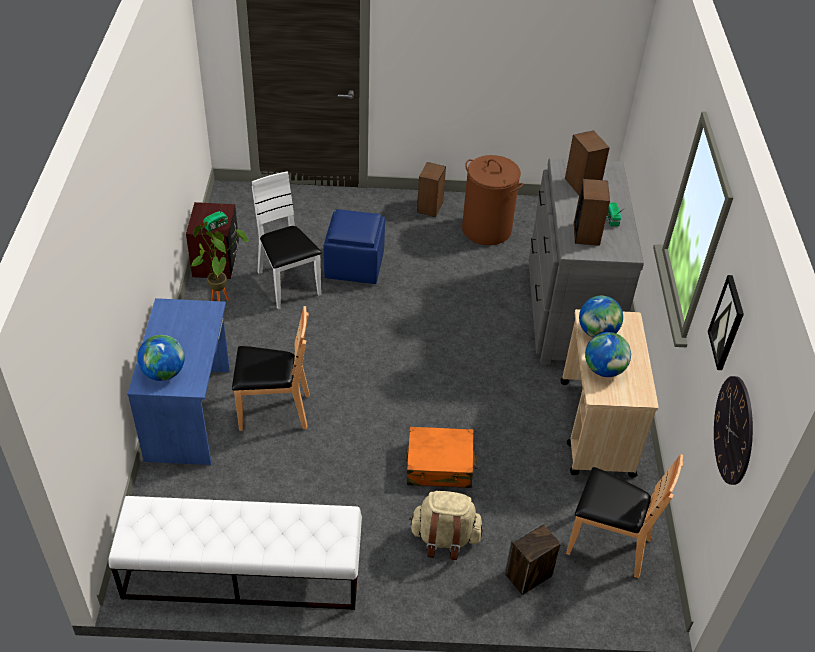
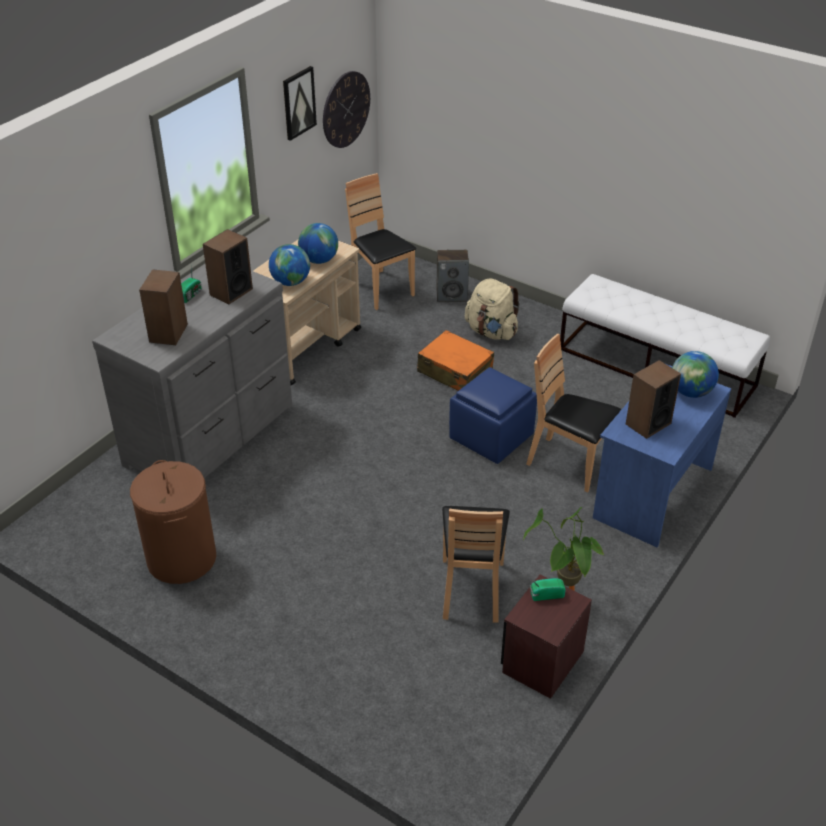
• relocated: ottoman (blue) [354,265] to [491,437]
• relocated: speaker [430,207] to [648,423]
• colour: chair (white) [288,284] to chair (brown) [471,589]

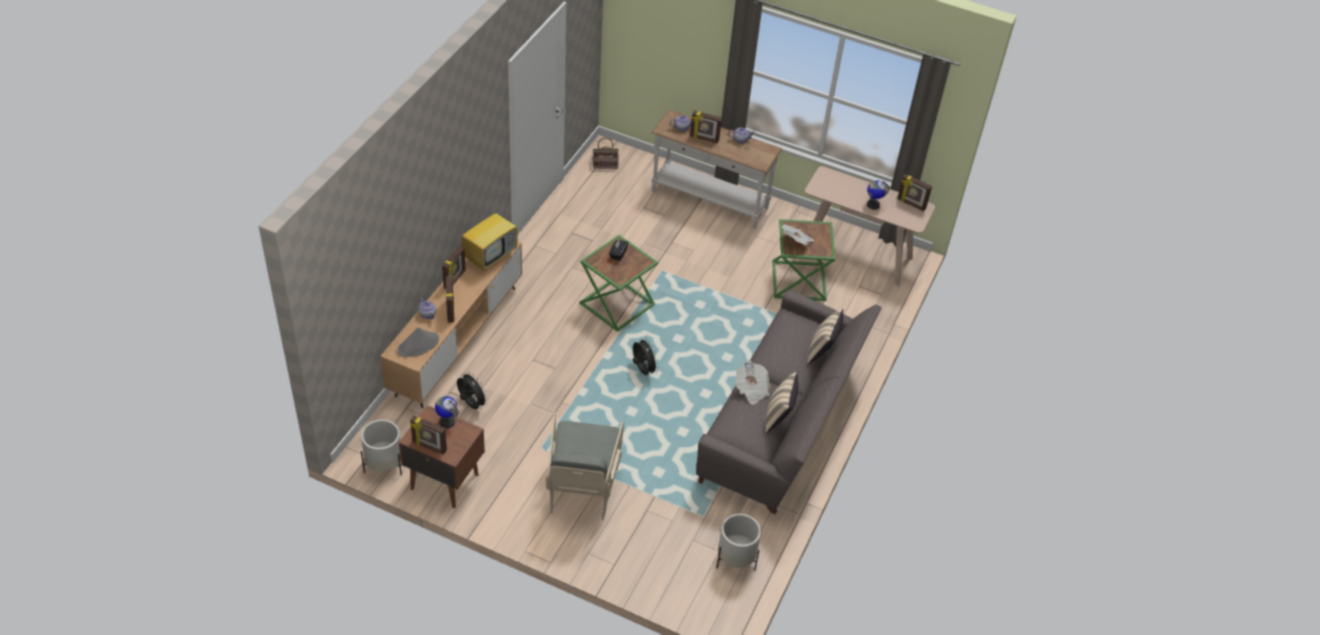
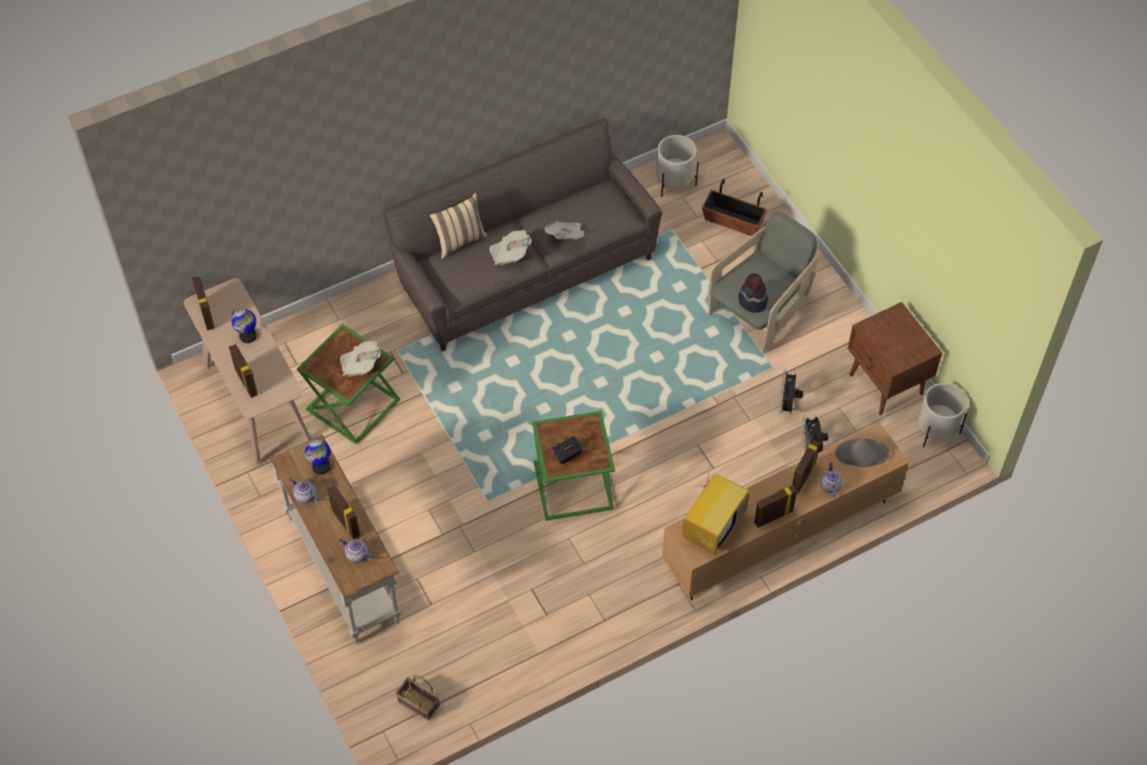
• missing: pillow (beige) [779,417]
• appeared: newspaper [509,254]
• appeared: planter [733,222]
• appeared: hat [752,301]
• relocated: picture frame [429,447] to [246,382]
• relocated: globe [447,422] to [321,466]
• relocated: fan (black) [642,370] to [786,405]
• spun: television [490,256] = [713,526] 135 degrees clockwise

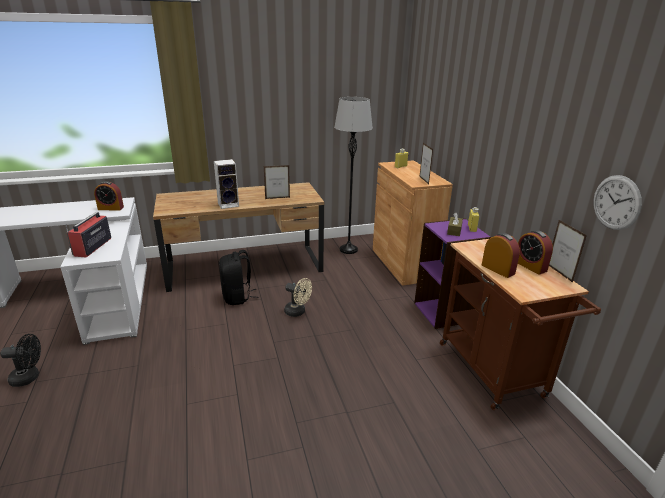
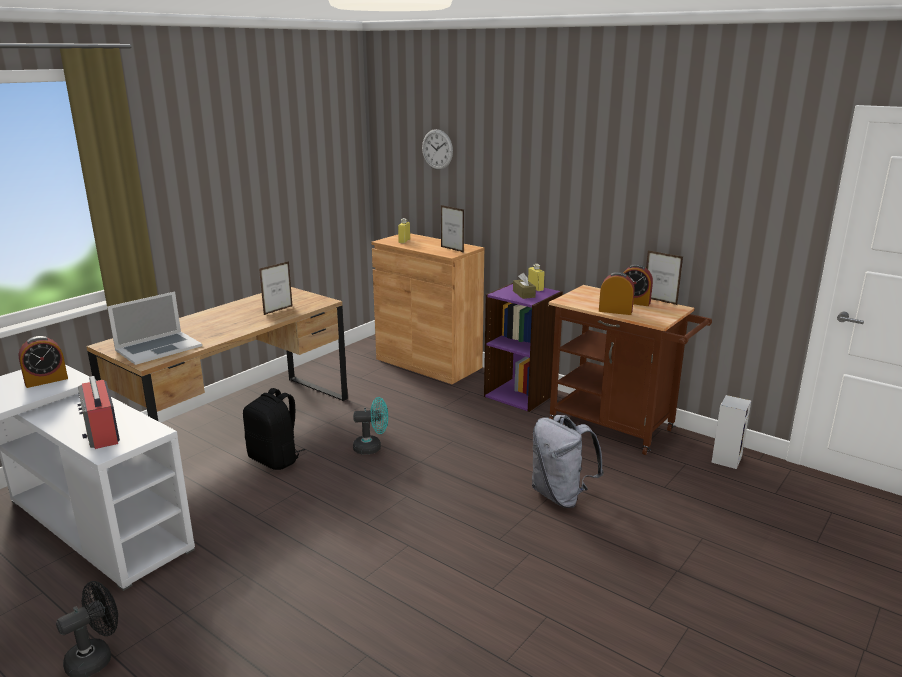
• missing: floor lamp (grey) [348,250]
• appeared: laptop [158,348]
• appeared: backpack (grey) [561,496]
• relocated: speaker [229,204] to [726,459]
• relocated: wall clock [616,202] to [437,149]
• colour: fan (beige) [298,312] to fan (turquoise) [372,447]

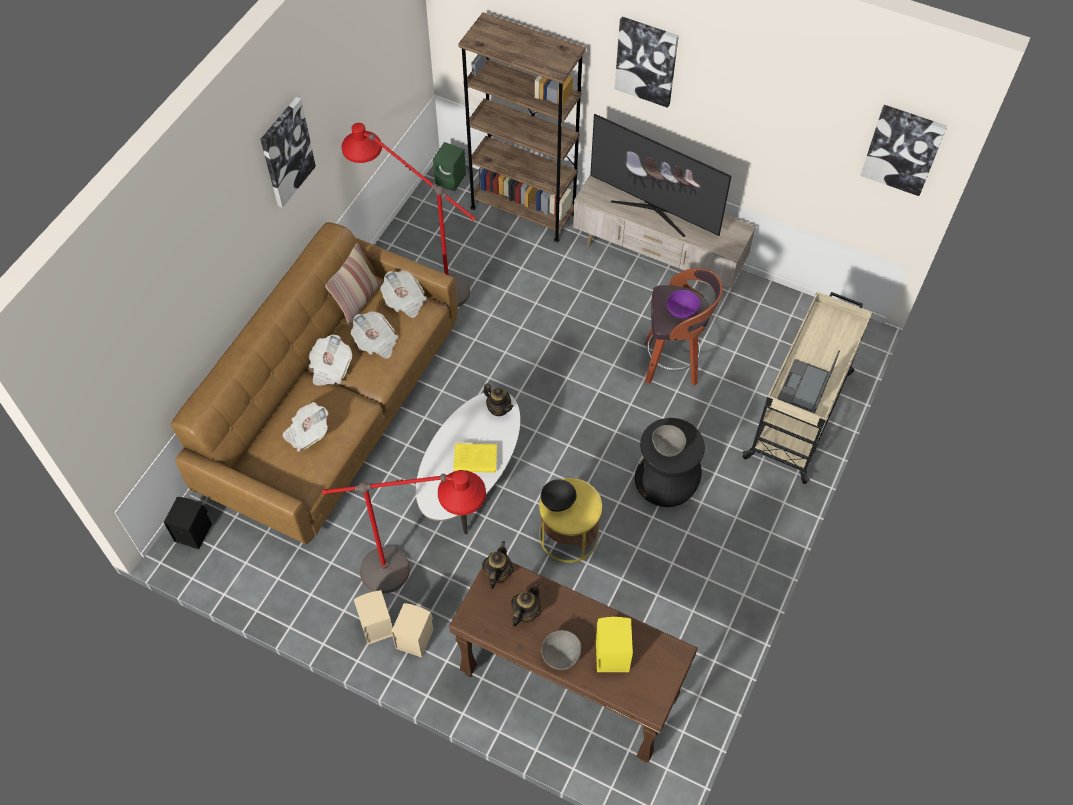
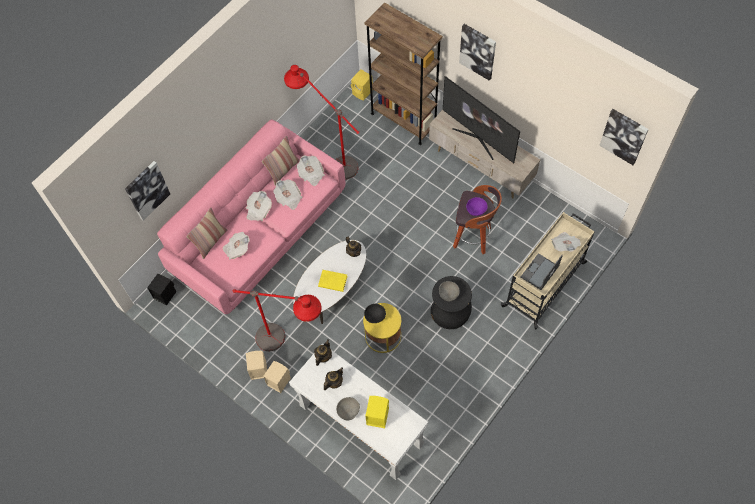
• appeared: pillow [211,241]
• appeared: newspaper [564,245]
• relocated: picture [286,152] to [147,190]
• colour: sofa (brown) [331,410] to sofa (pink) [259,233]
• colour: speaker (green) [451,180] to speaker (yellow) [363,92]
• colour: console table (brown) [567,688] to console table (white) [360,427]

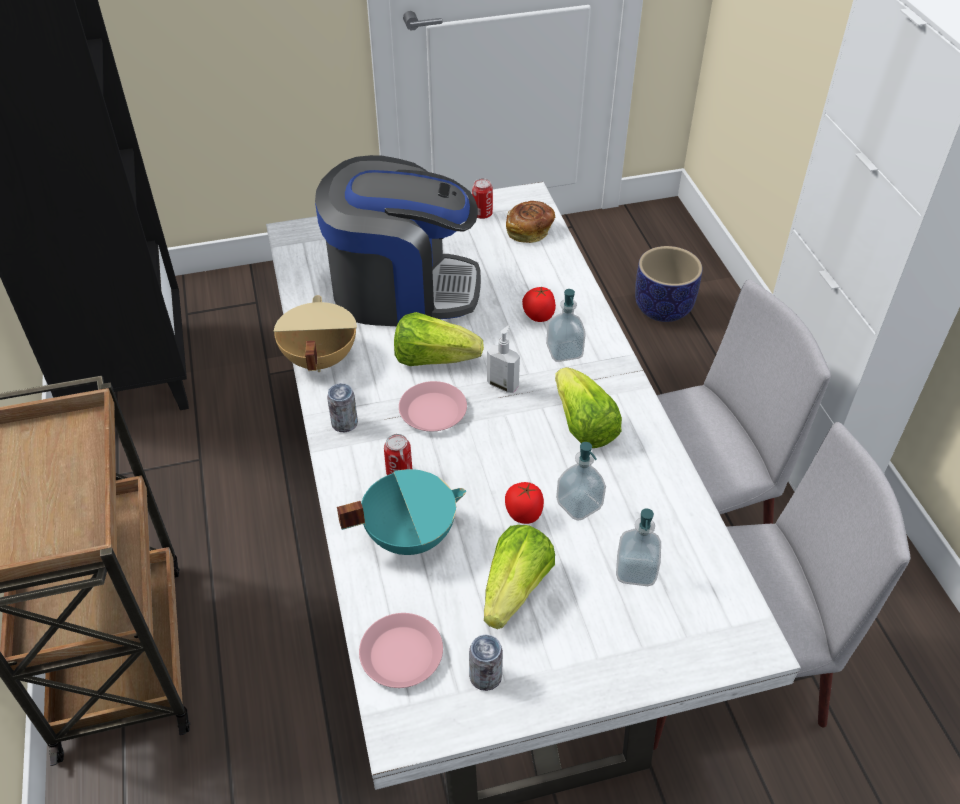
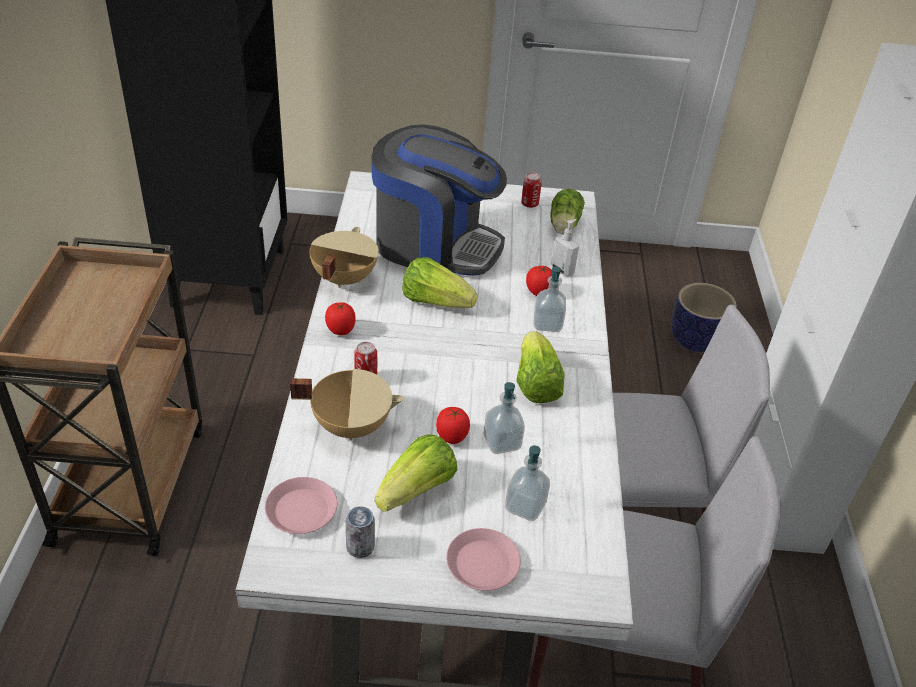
• relocated: plate (pink) [432,412] to [482,564]
• relocated: soap dispenser [503,384] to [562,270]
• exchanged: can [344,423] to tomato [340,330]
• exchanged: bread [529,231] to lettuce [563,226]
• colour: cooking pot (turquoise) [409,534] to cooking pot (beige) [351,425]

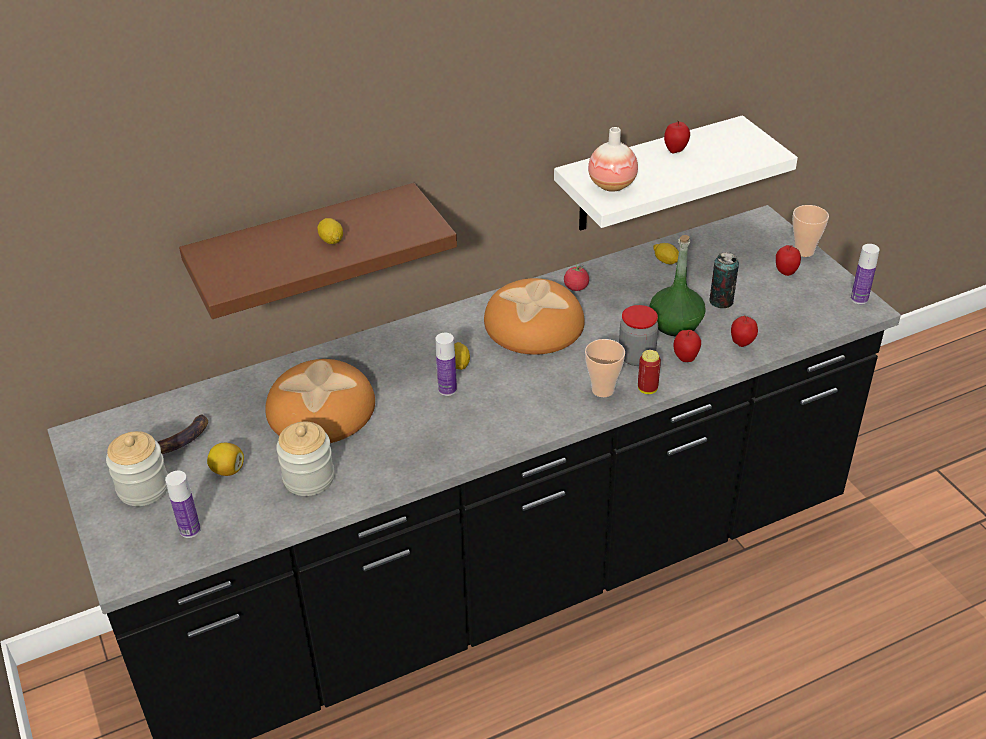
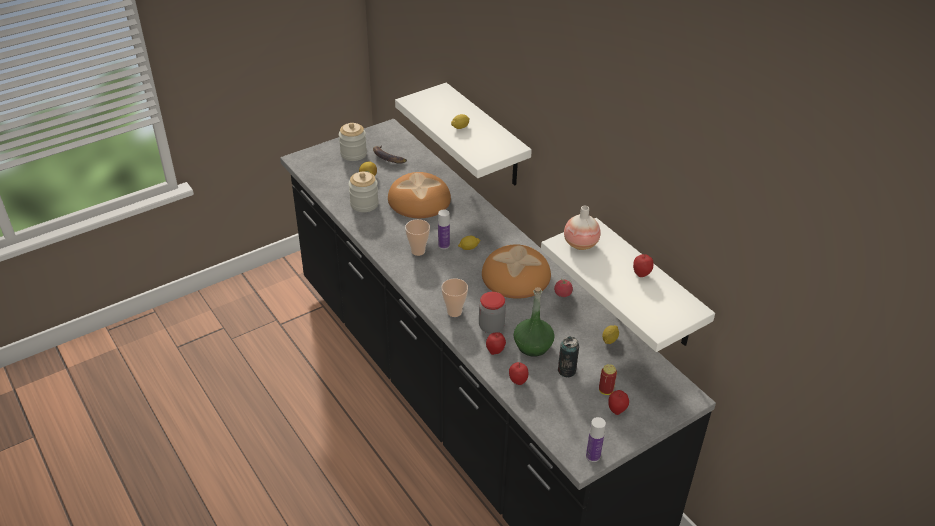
• missing: bottle [190,530]
• relocated: can [647,389] to [606,390]
• relocated: cup [804,251] to [418,251]
• colour: shelf (brown) [305,250] to shelf (white) [486,137]

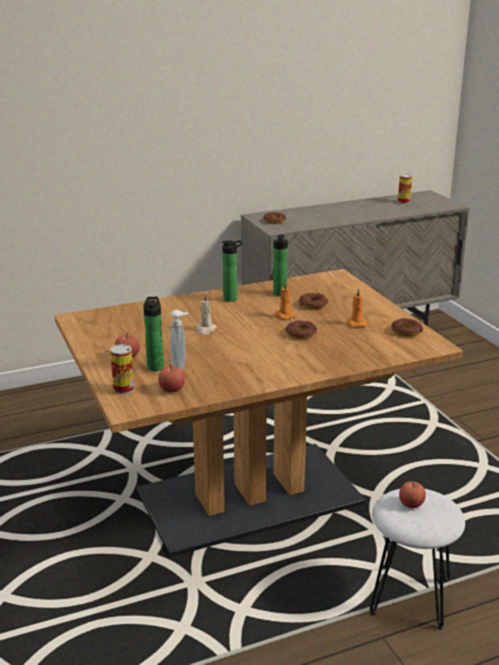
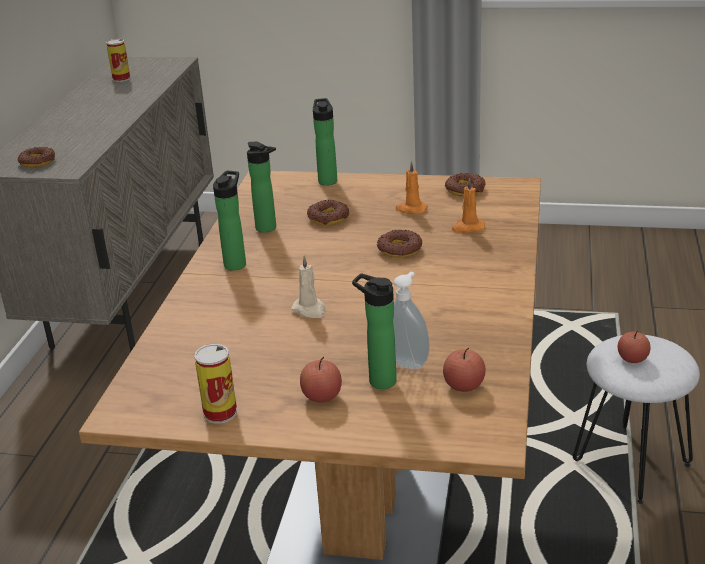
• appeared: bottle [327,180]
• relocated: can [123,389] to [220,413]
• relocated: candle (orange) [283,316] to [467,228]

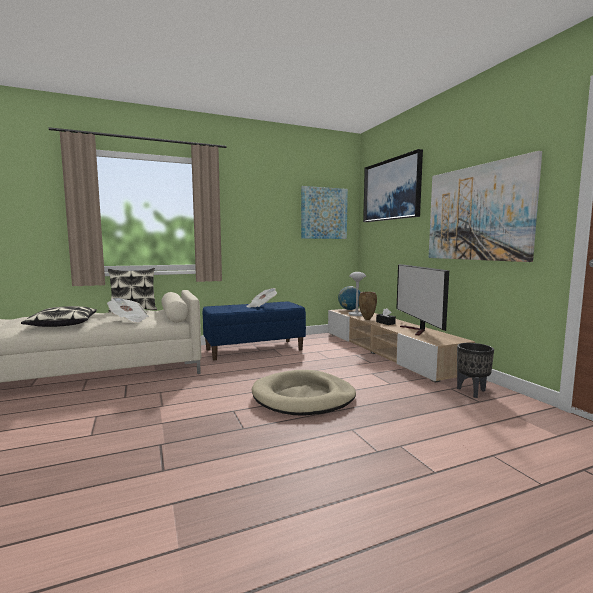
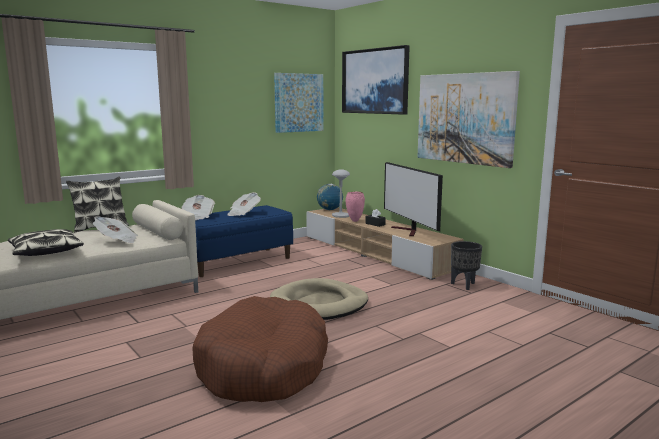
• appeared: newspaper [197,217]
• appeared: dog bed (brown) [263,366]
• colour: vase (brown) [367,319] to vase (pink) [354,221]

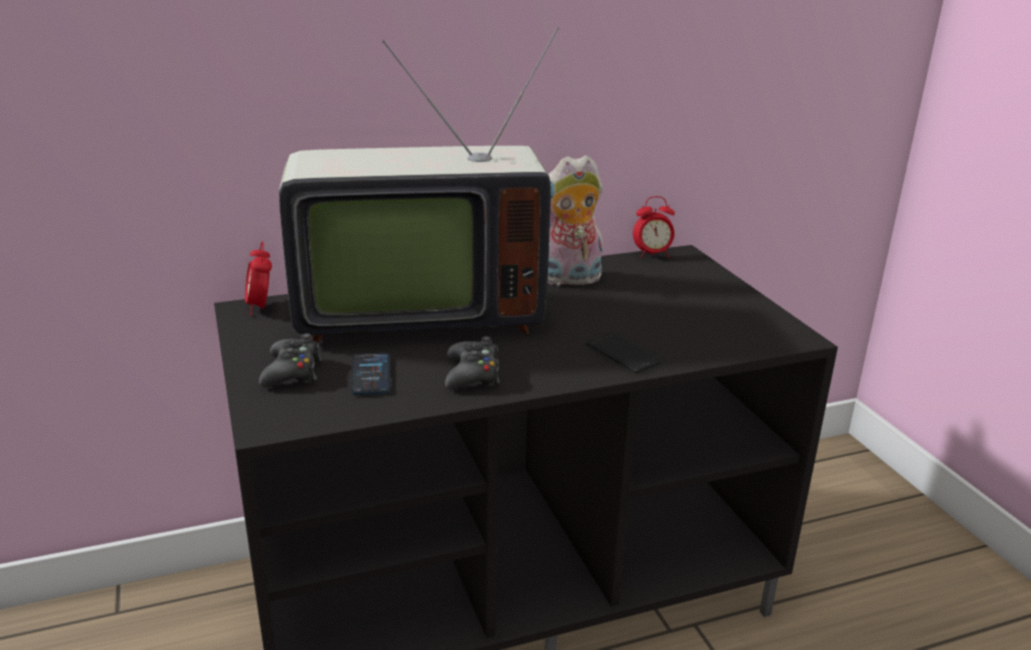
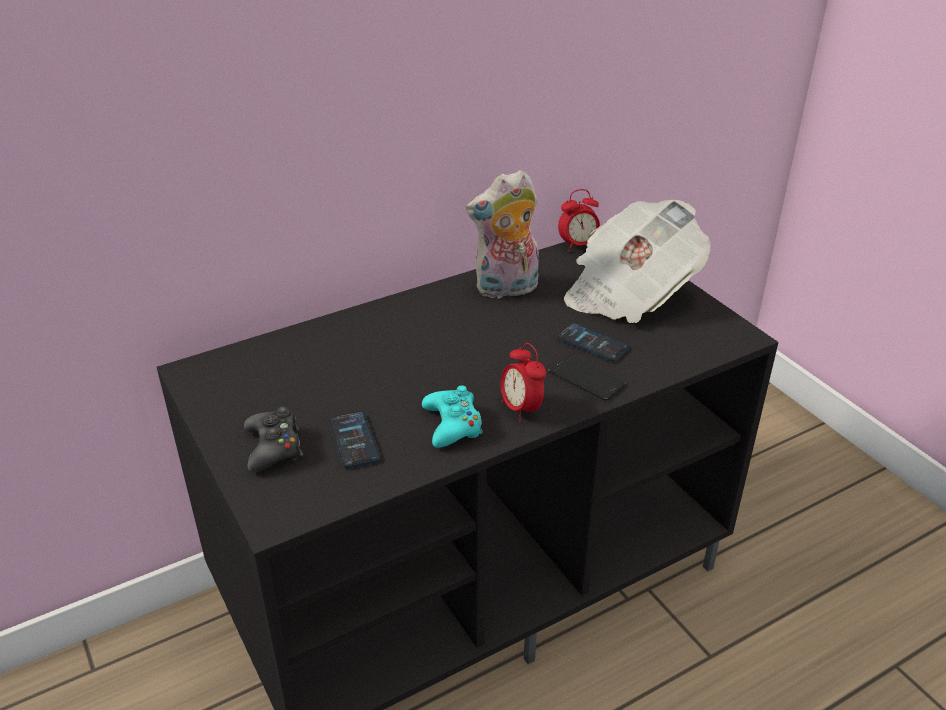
• missing: television [414,313]
• appeared: phone [592,343]
• appeared: newspaper [629,292]
• relocated: alarm clock [261,307] to [521,409]
• colour: game controller (black) [472,374] to game controller (turquoise) [453,425]

